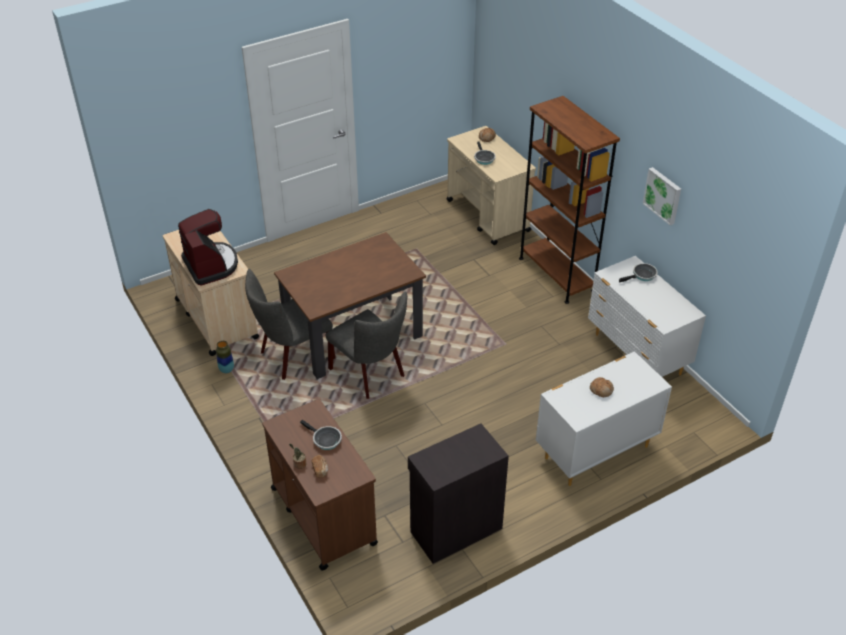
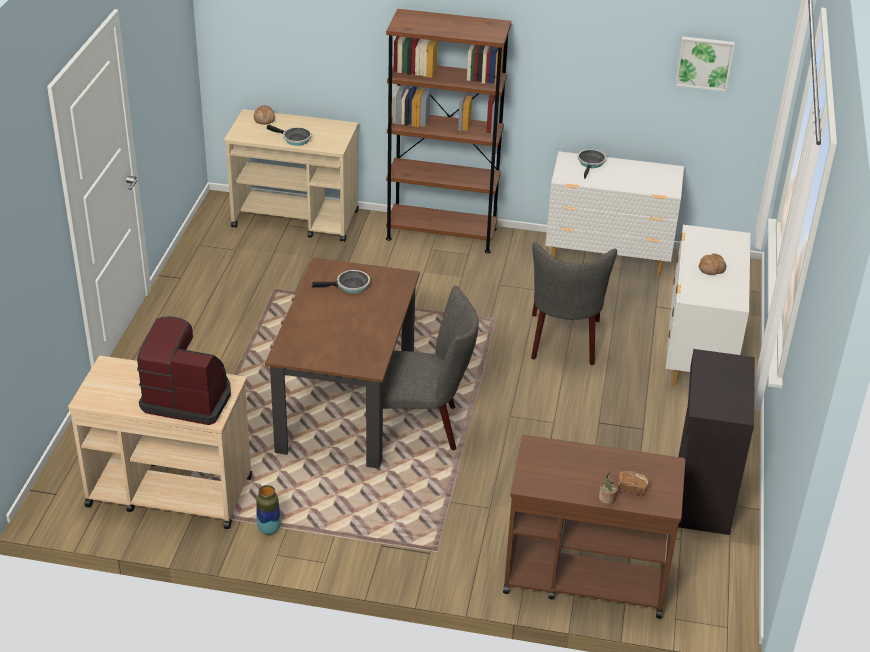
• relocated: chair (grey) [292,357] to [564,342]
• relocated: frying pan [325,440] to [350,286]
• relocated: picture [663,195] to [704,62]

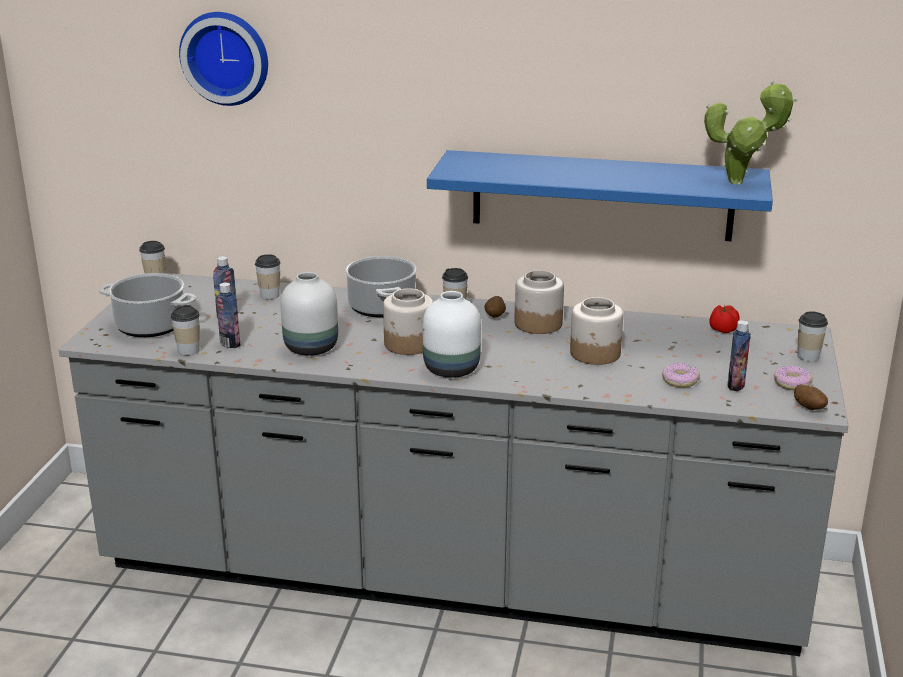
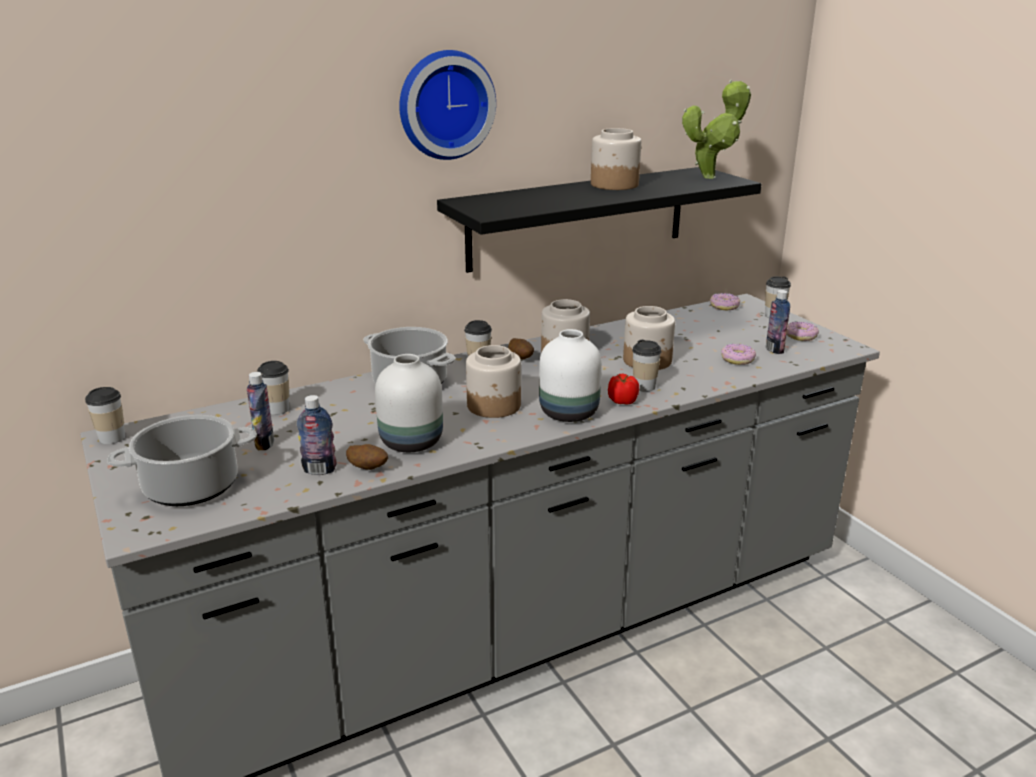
• appeared: jar [613,184]
• appeared: donut [724,306]
• relocated: cup [188,350] to [644,386]
• relocated: wall clock [226,57] to [444,104]
• relocated: tomato [722,330] to [622,401]
• relocated: potato [809,408] to [368,468]
• colour: shelf (blue) [602,195] to shelf (black) [578,218]

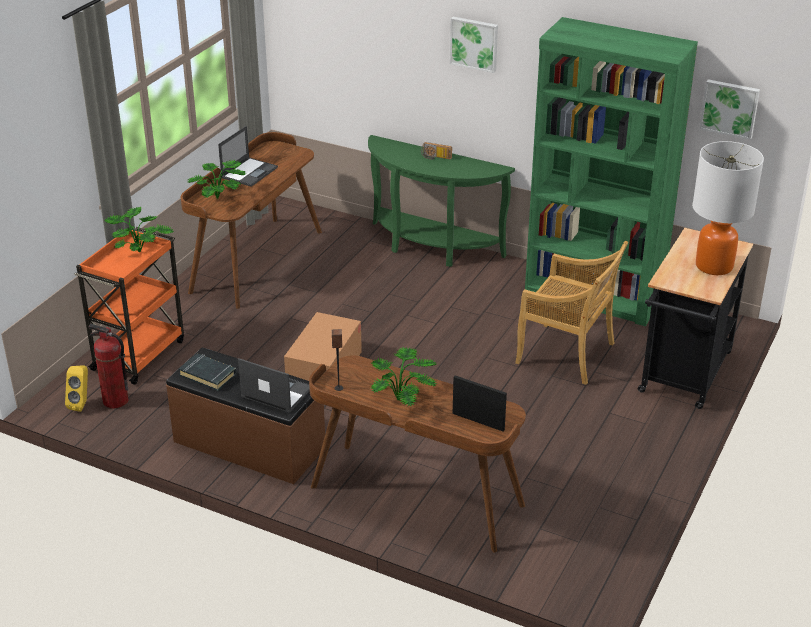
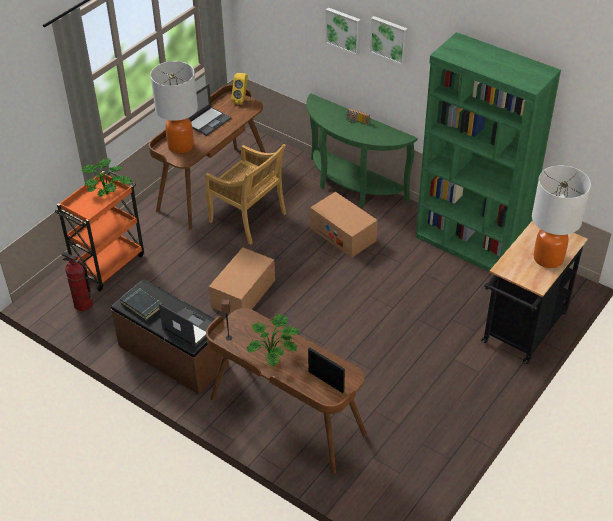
• appeared: cardboard box [343,234]
• relocated: speaker (yellow) [81,404] to [241,100]
• relocated: chair (beige) [567,354] to [248,218]
• relocated: picture [730,108] to [344,30]
• exchanged: potted plant [220,199] to table lamp [180,146]

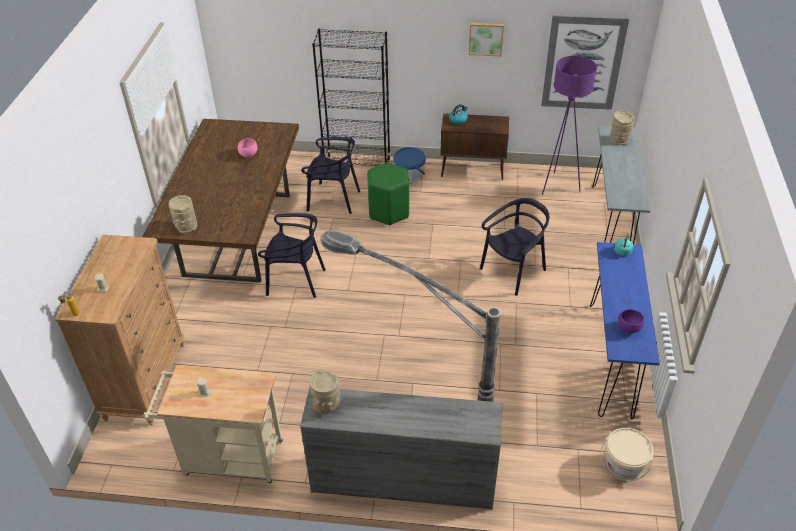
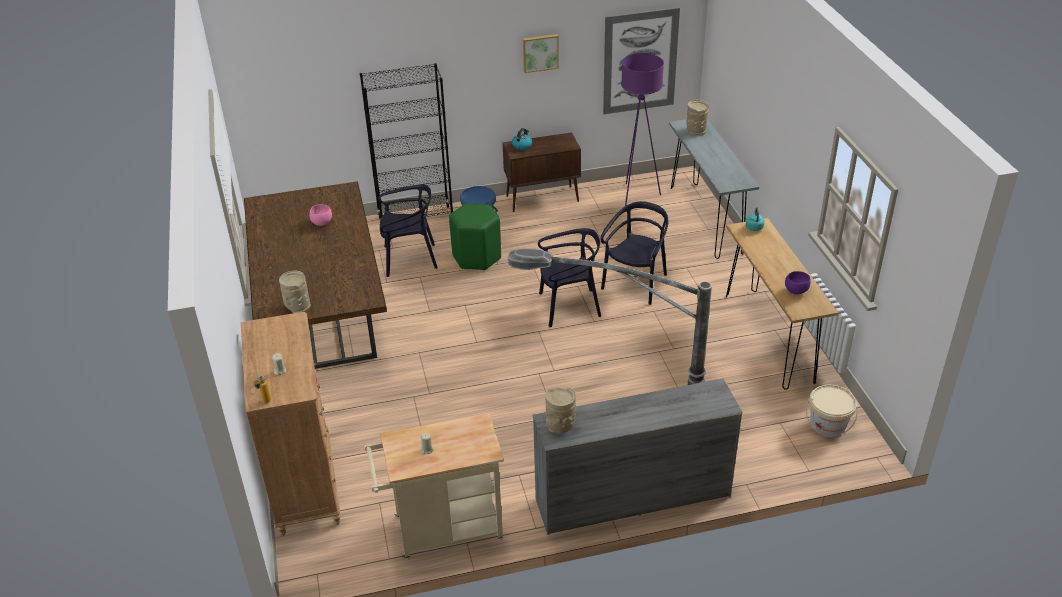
• relocated: chair (black) [295,280] to [569,307]
• colour: console table (blue) [610,358] to console table (brown) [768,337]

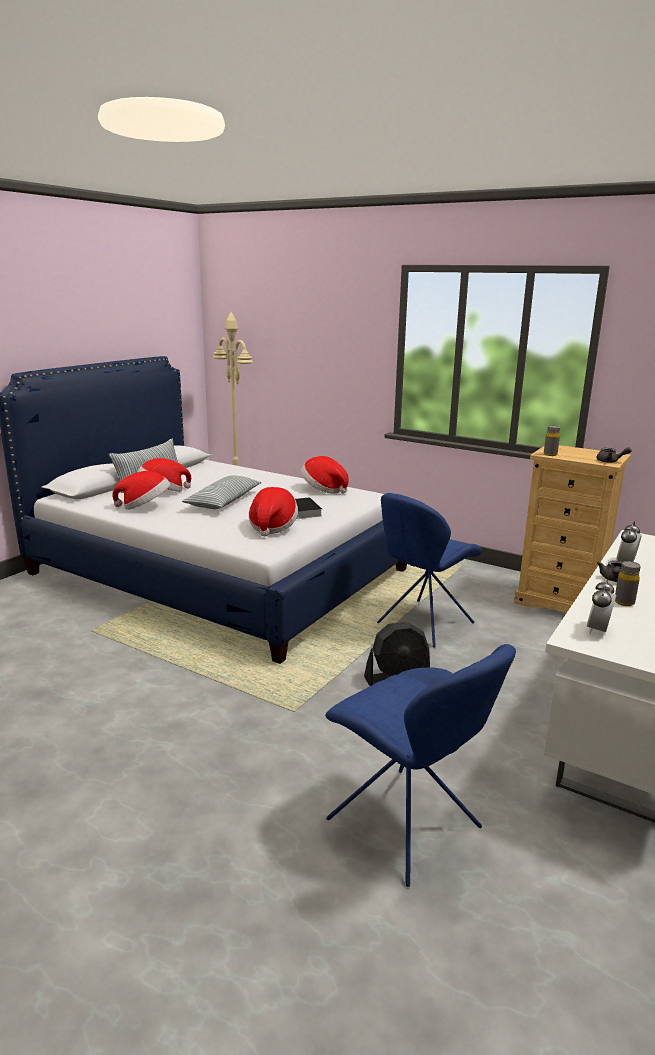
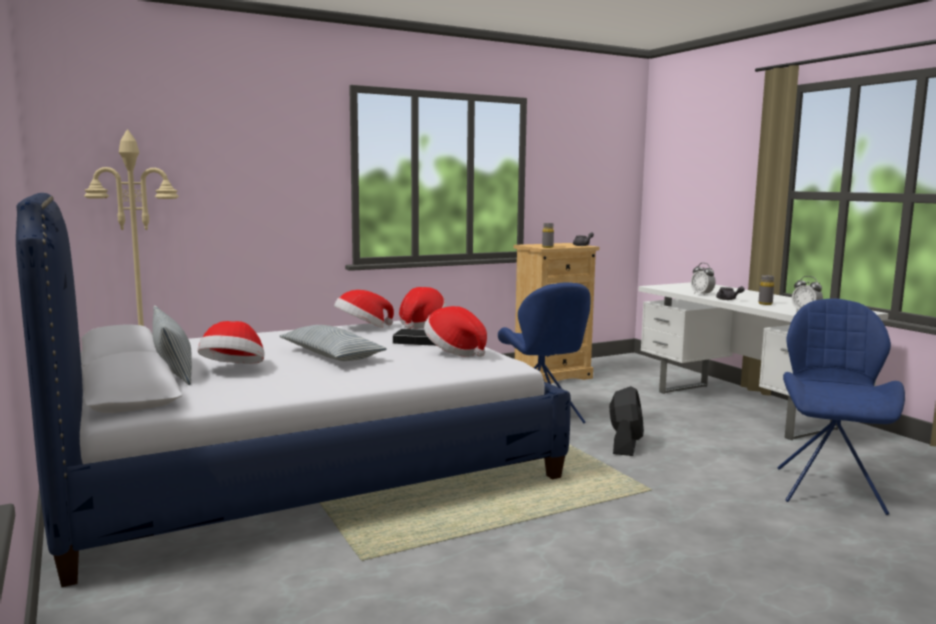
• relocated: hat [145,507] to [421,324]
• spun: chair (blue) [408,827] = [828,488] 60 degrees counterclockwise

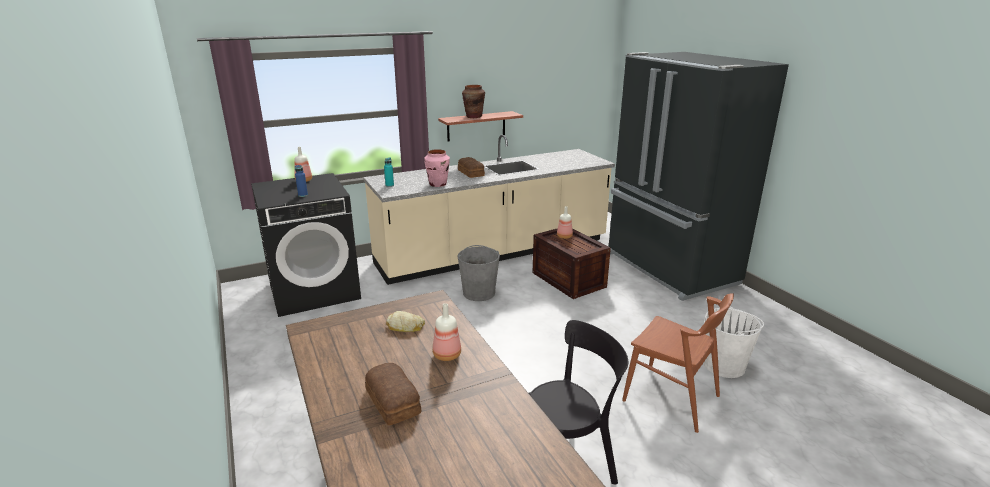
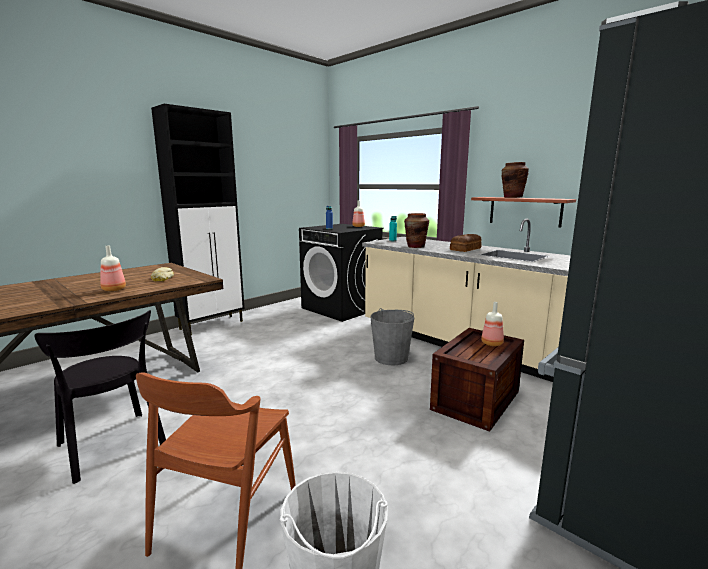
• missing: bread [393,400]
• appeared: cabinet (black) [212,325]
• colour: vase (pink) [438,184] to vase (brown) [415,246]

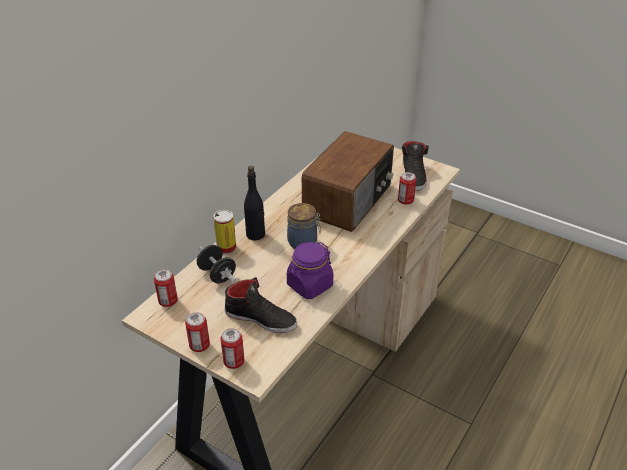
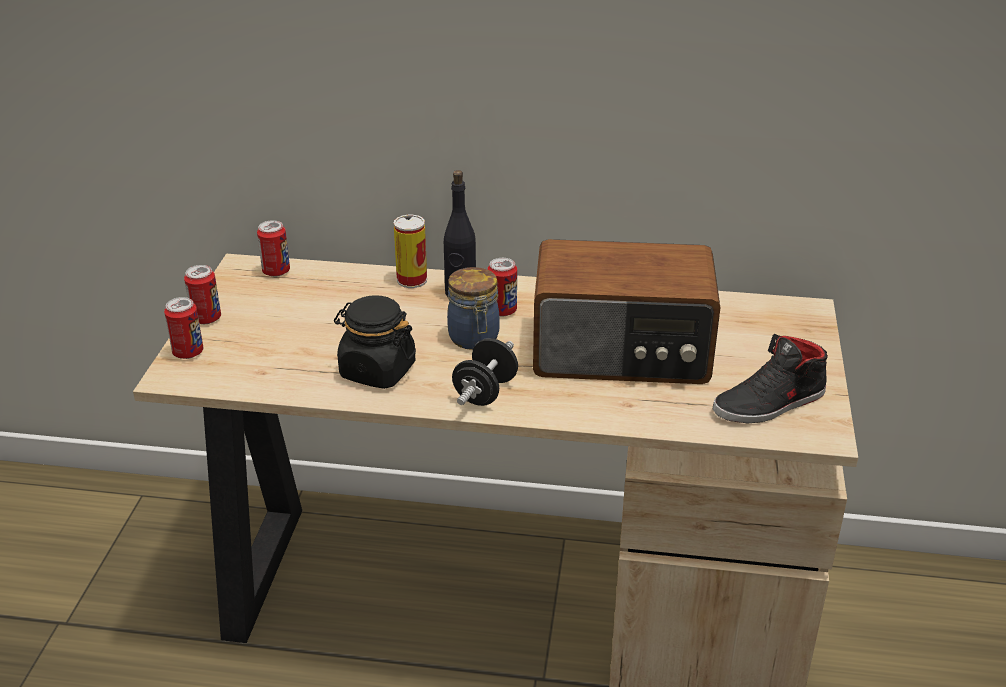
• missing: shoe (black) [261,318]
• relocated: dumbbell (black) [217,274] to [485,392]
• relocated: can [405,201] to [502,311]
• colour: jar (purple) [309,285] to jar (black) [377,371]

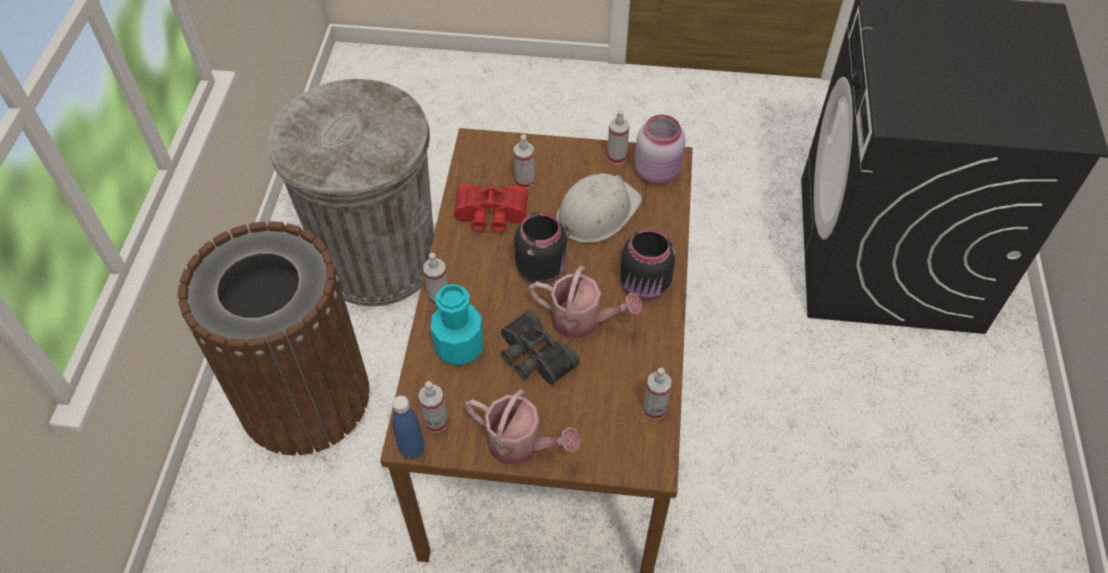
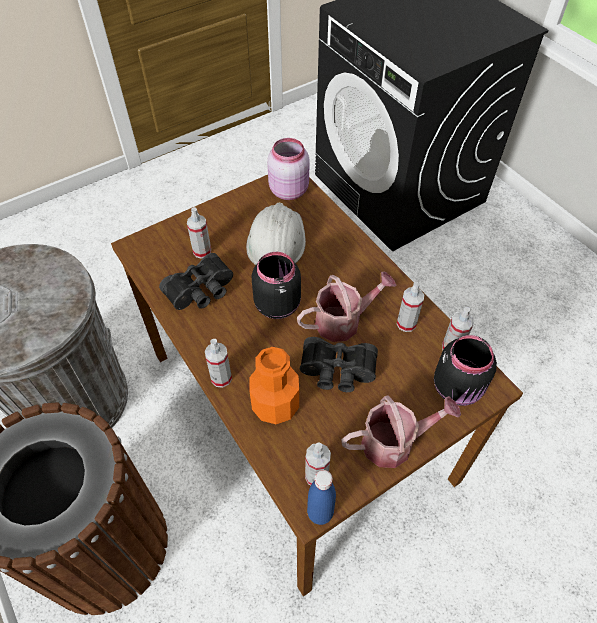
• relocated: spray bottle [616,157] to [406,323]
• relocated: jar (black) [645,286] to [458,388]
• colour: bottle (turquoise) [459,347] to bottle (orange) [275,404]
• colour: binoculars (red) [491,216] to binoculars (black) [202,291]

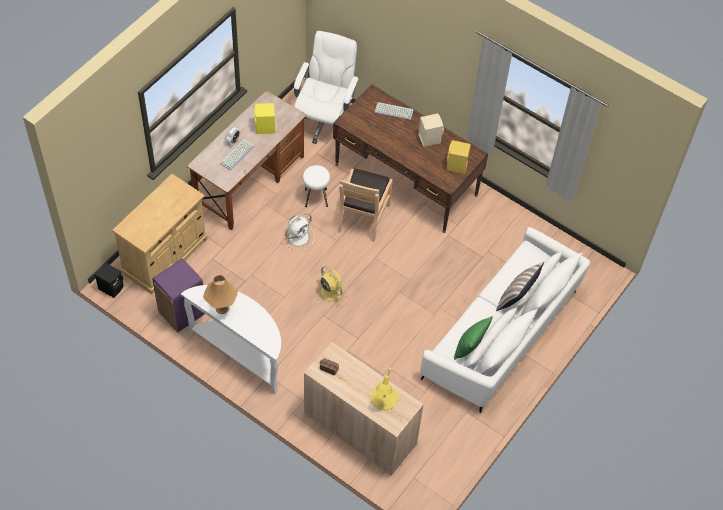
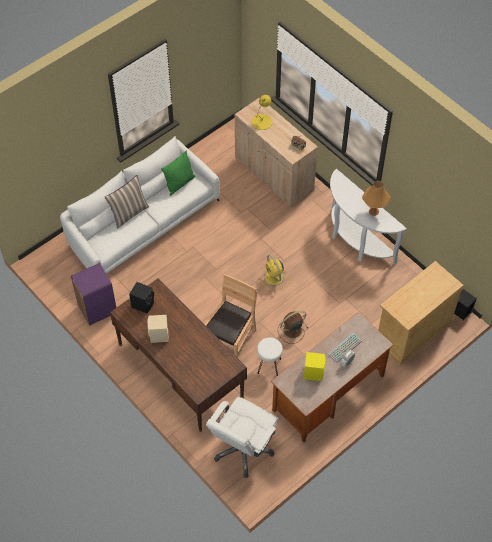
• missing: keyboard [393,111]
• relocated: trash can (purple) [183,313] to [97,309]
• colour: fan (white) [299,236] to fan (brown) [291,330]
• colour: speaker (yellow) [456,166] to speaker (black) [143,304]

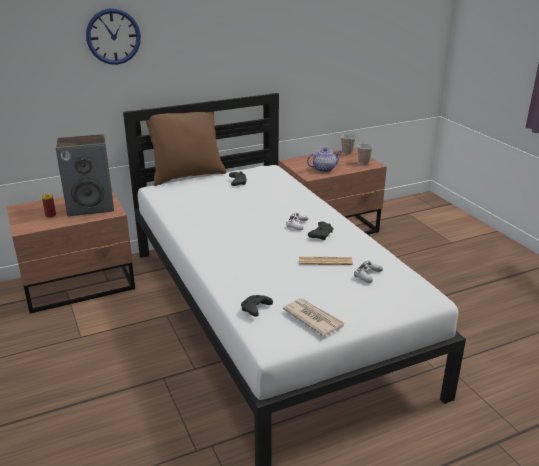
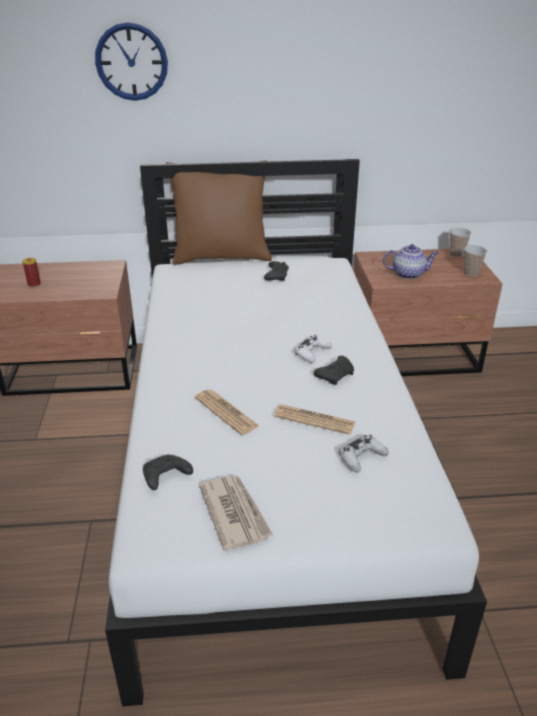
• missing: speaker [91,207]
• appeared: newspaper [226,412]

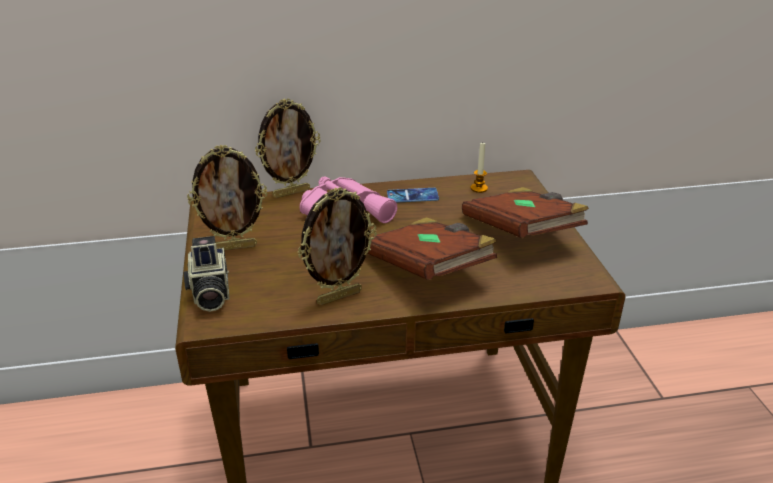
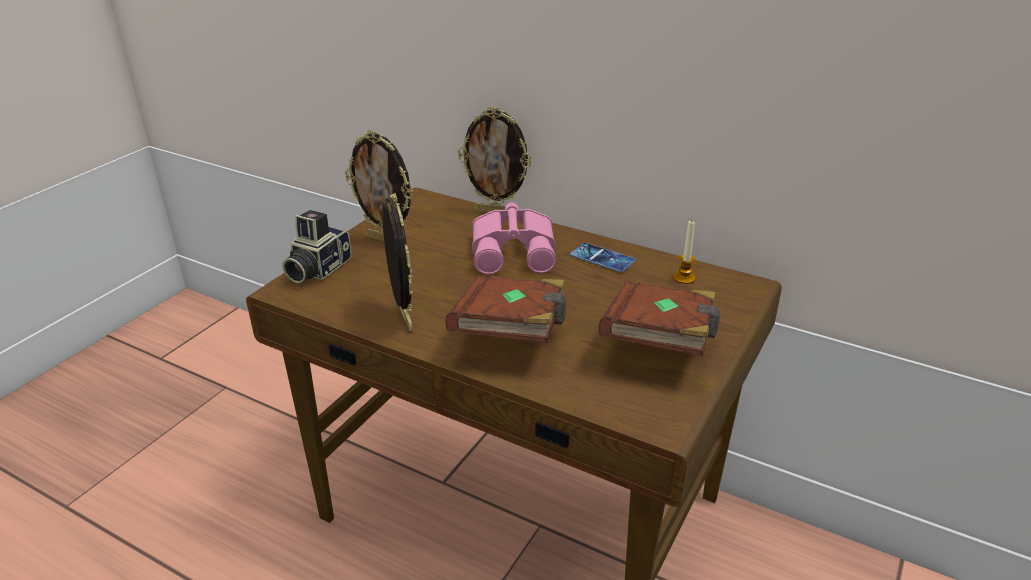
• spun: picture frame [339,296] = [403,318] 120 degrees counterclockwise

